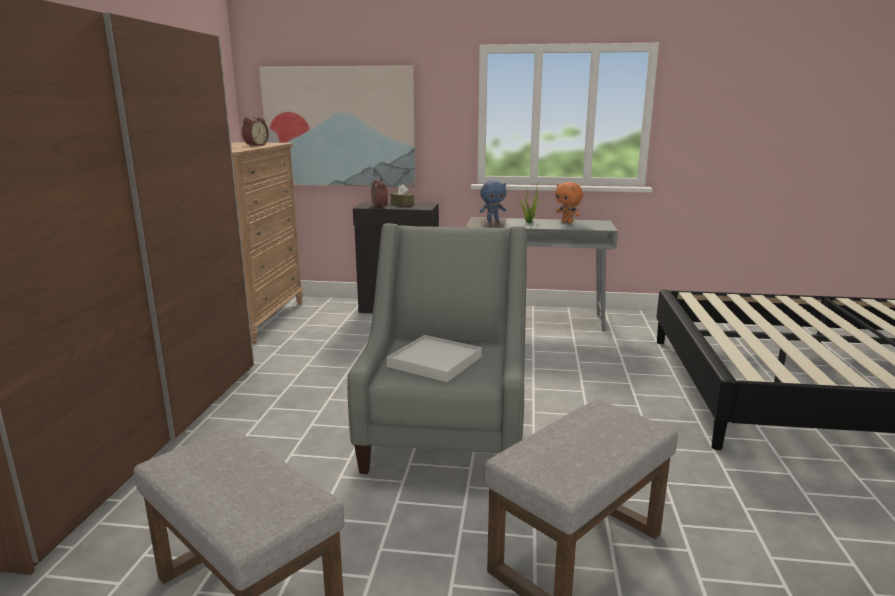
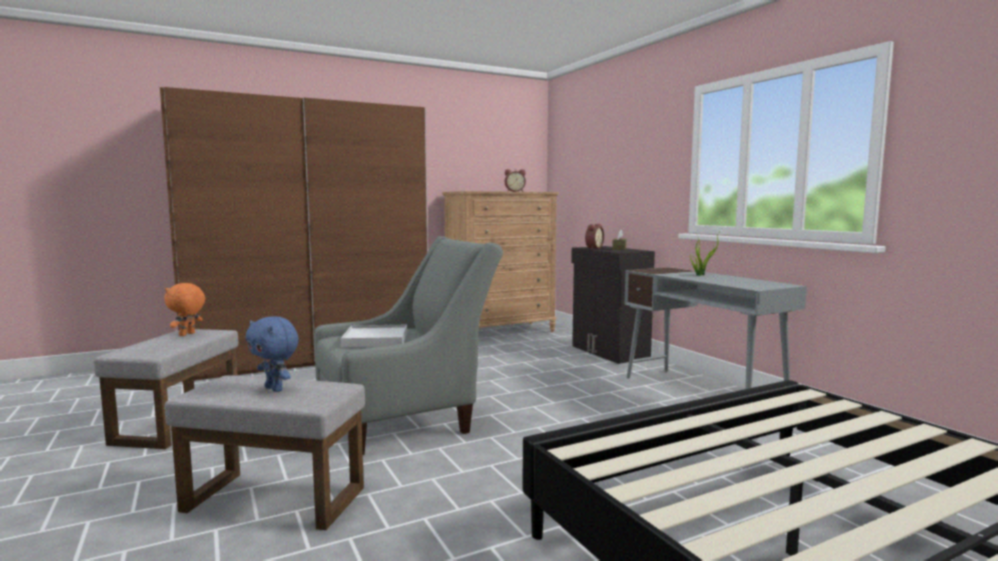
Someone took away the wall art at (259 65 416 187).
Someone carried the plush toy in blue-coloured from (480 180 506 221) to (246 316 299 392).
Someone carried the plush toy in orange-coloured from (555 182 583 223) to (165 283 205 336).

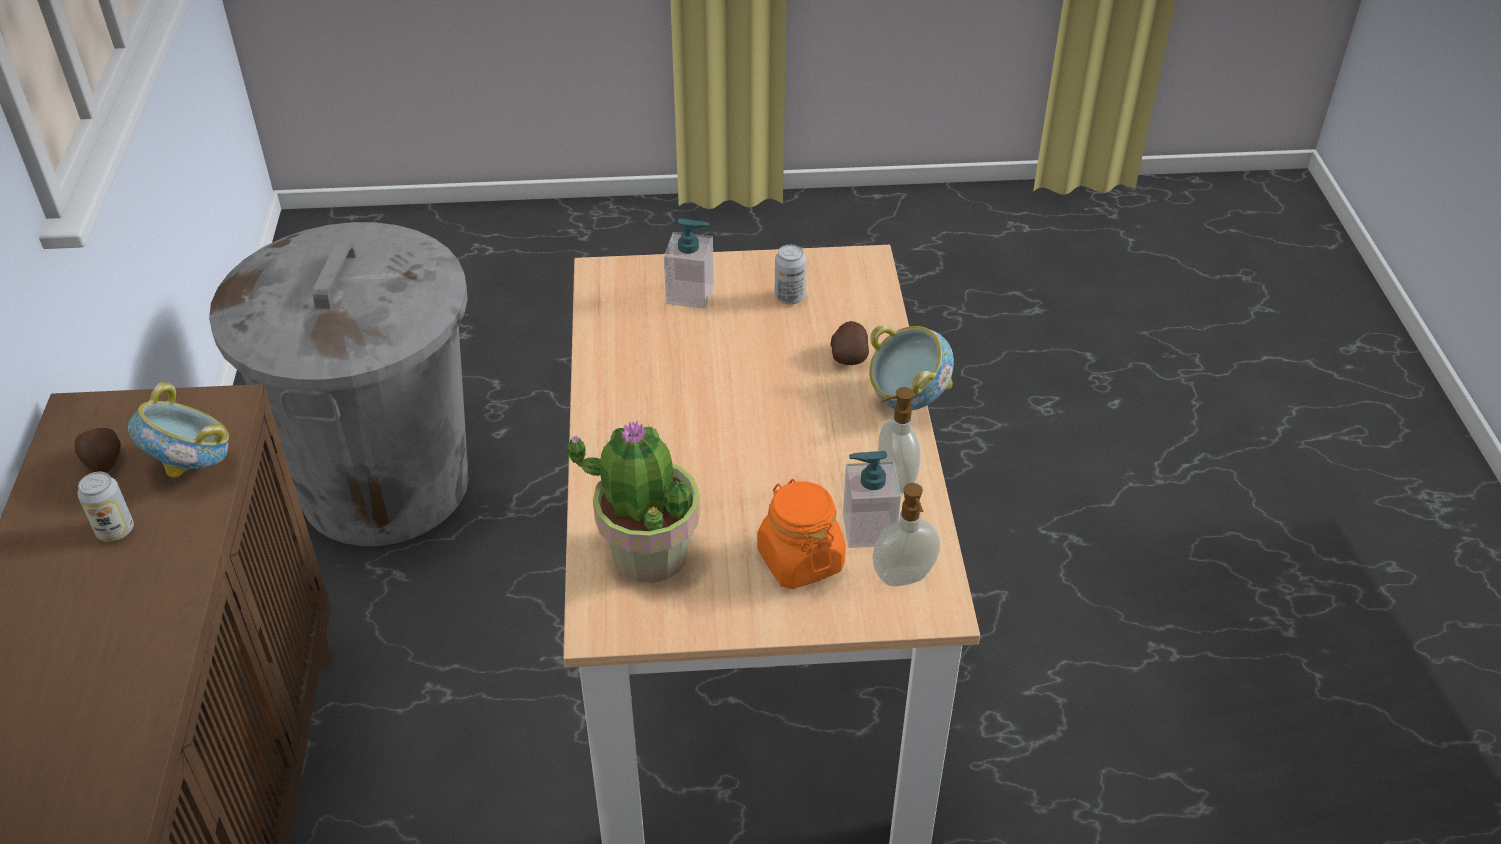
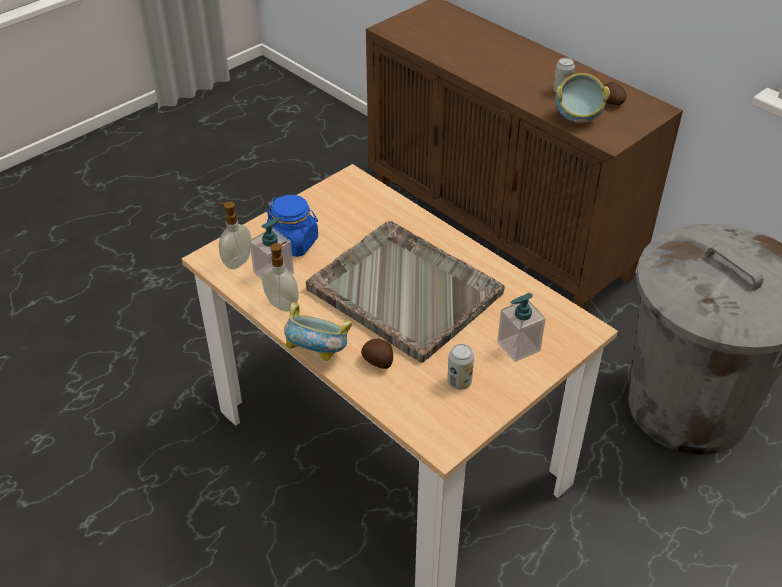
Someone took away the houseplant at (567 421 700 583).
Someone repainted the jar in orange-coloured at (757 479 846 589), which became the jar in blue-coloured at (266 195 318 257).
Someone put down the carrying tray in grey at (306 221 505 363).

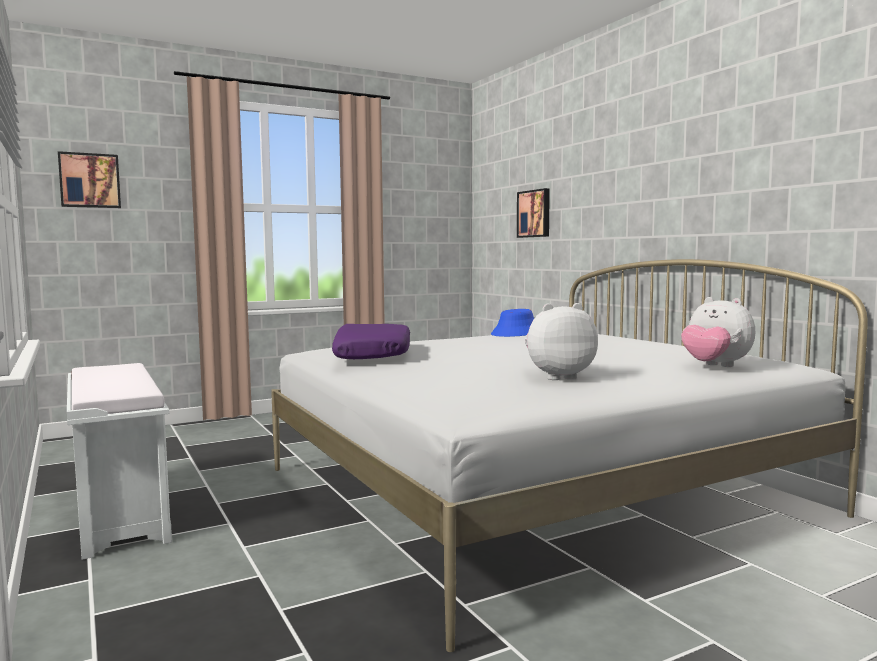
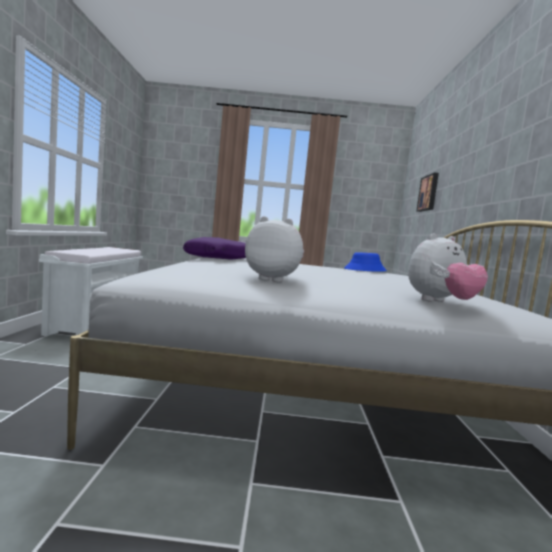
Someone took away the wall art at (58 151 121 208).
Someone rotated the plush toy at (681 297 755 367) by 105 degrees counterclockwise.

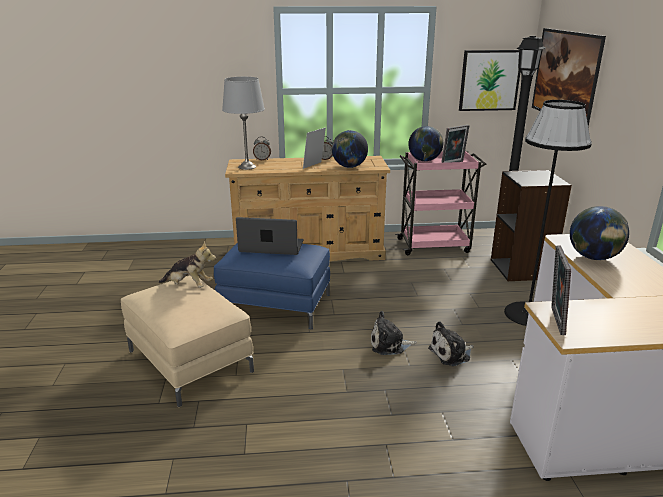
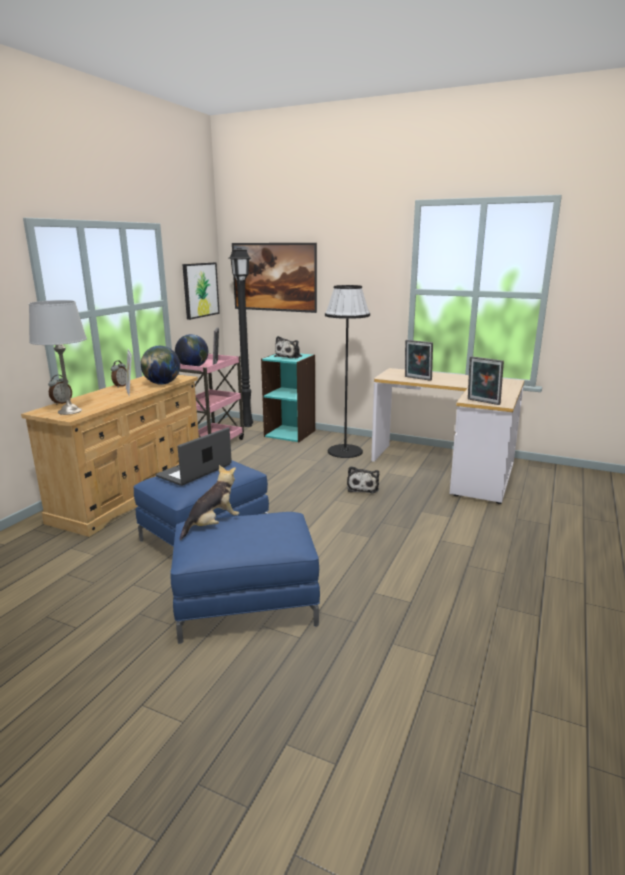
Someone repainted the bookshelf in blackish at (491 170 572 281), which became the bookshelf in turquoise at (261 353 315 442).
Someone swapped the desk globe at (570 206 629 260) for the standing frame at (405 340 433 381).
Someone repainted the ottoman in beige-coloured at (121 275 254 407), which became the ottoman in blue-coloured at (171 512 320 644).
Someone carried the plush toy from (371 311 417 355) to (274 336 302 358).

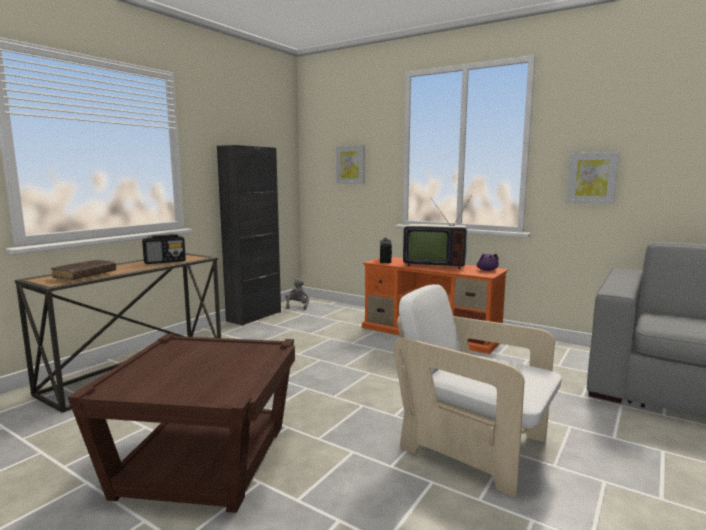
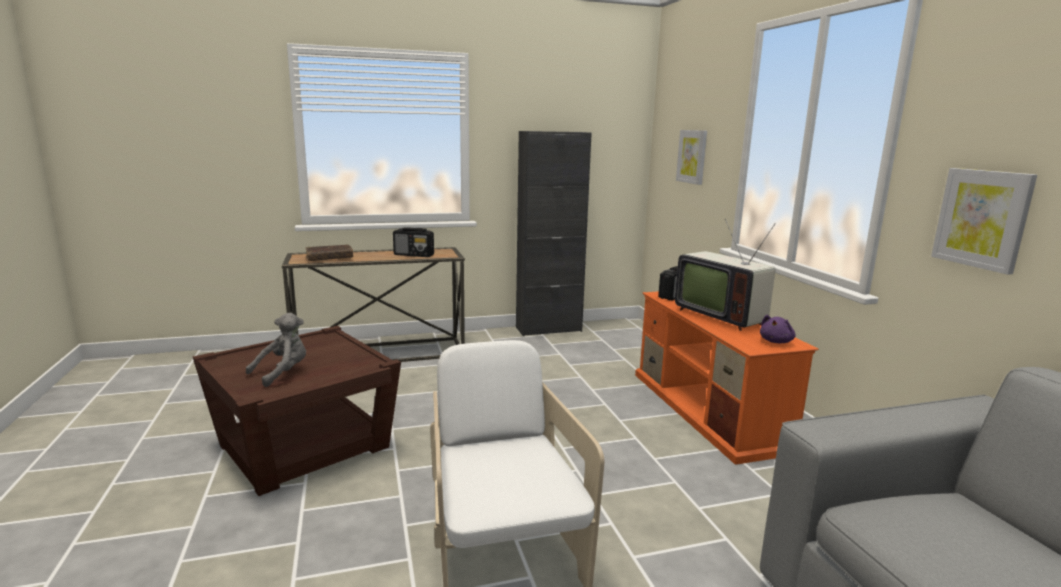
Someone carried the plush toy in grey from (285 278 309 310) to (246 313 306 387).

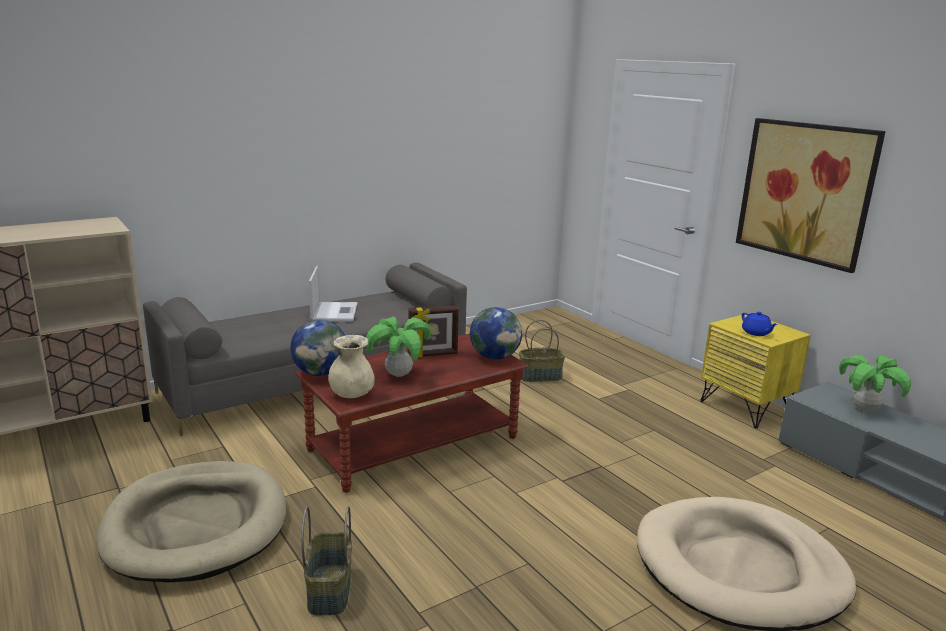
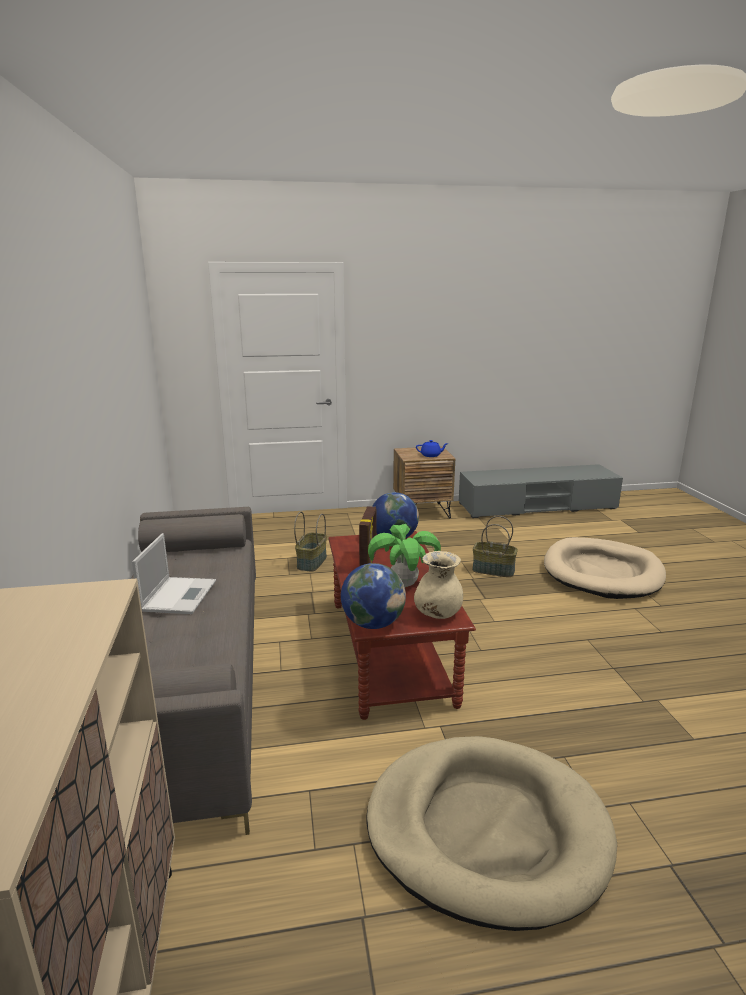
Someone took away the wall art at (736 118 886 273).
Someone rotated the notebook computer at (309 266 358 321) by 75 degrees clockwise.
Someone repainted the bedside table in yellow-coloured at (700 313 811 428), which became the bedside table in brown at (393 446 455 518).
Someone took away the houseplant at (839 355 911 412).
Someone carried the basket from (301 506 352 615) to (472 516 518 577).

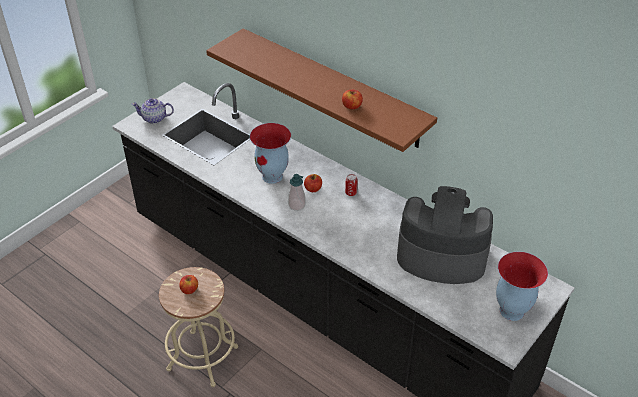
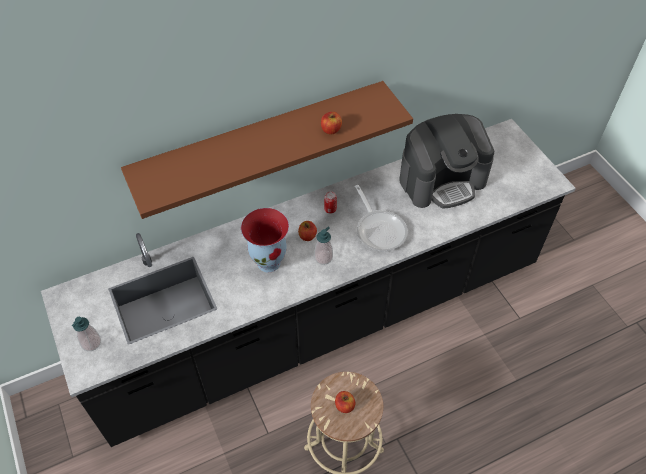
Someone swapped the teapot at (132 98 174 124) for the soap bottle at (72 317 101 351).
Someone rotated the coffee maker at (397 186 493 284) by 150 degrees counterclockwise.
Someone took away the vase at (496 252 548 321).
Someone put down the skillet at (355 185 408 251).

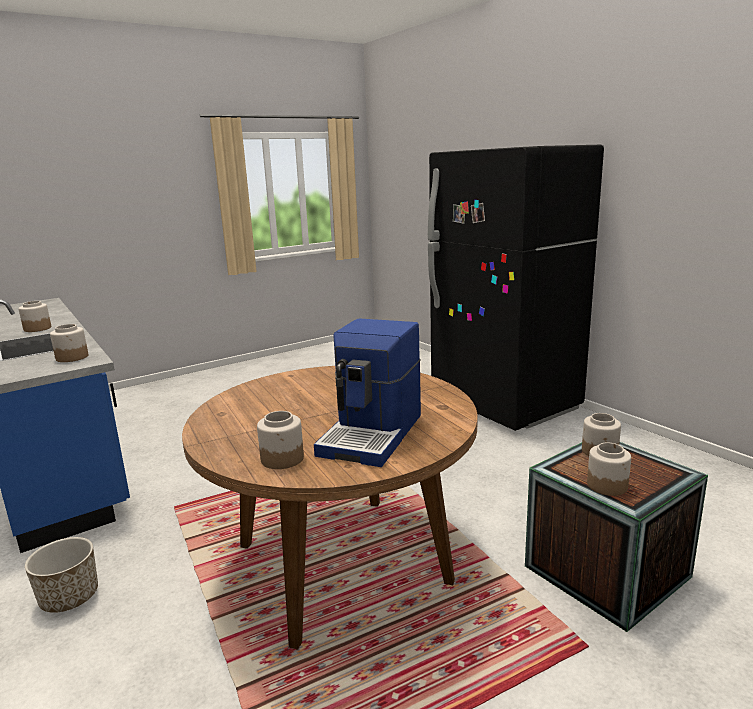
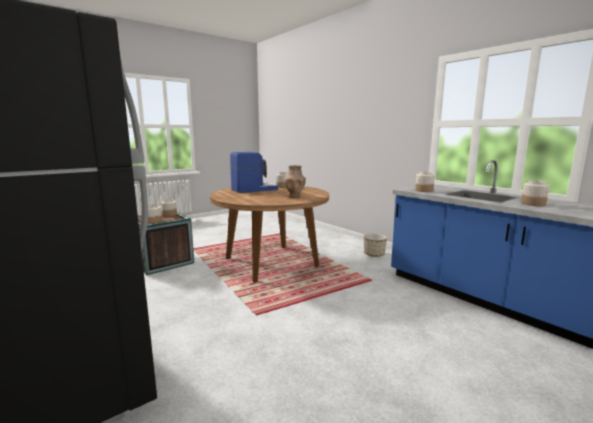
Someone rotated the coffee maker at (314 318 421 467) by 45 degrees clockwise.
Someone put down the vase in brown at (284 165 306 198).

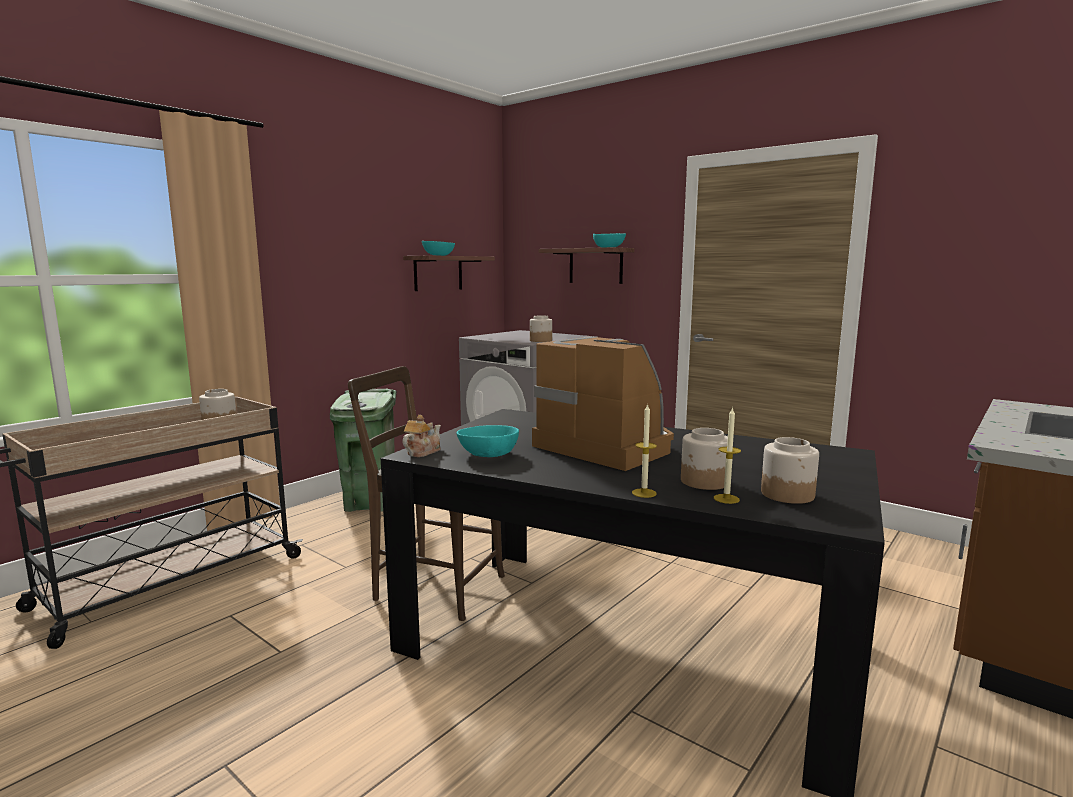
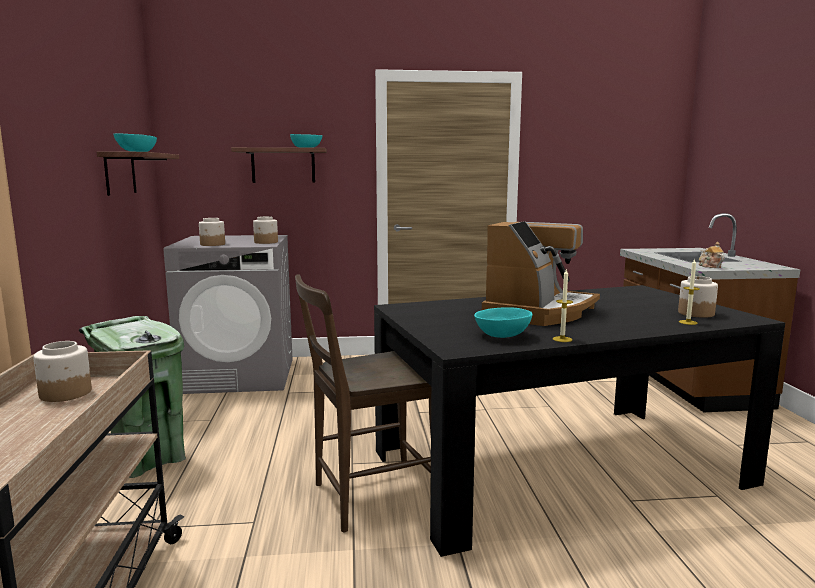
Someone rotated the coffee maker at (532 336 674 471) by 120 degrees clockwise.
Someone carried the candle from (632 403 657 498) to (553 268 573 342).
Someone carried the teapot from (402 415 441 457) to (699 242 725 268).
Someone carried the jar from (681 428 728 490) to (199 218 225 246).

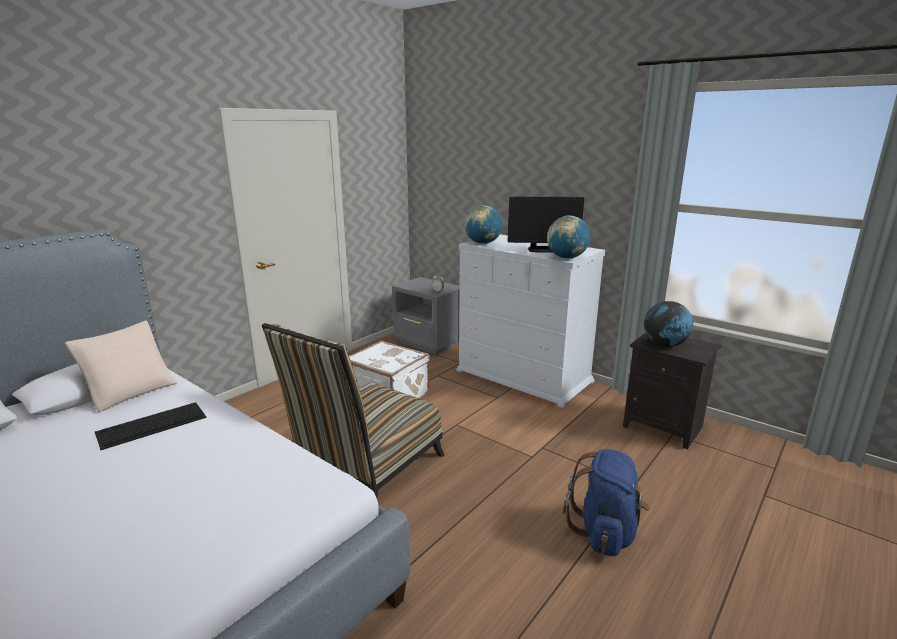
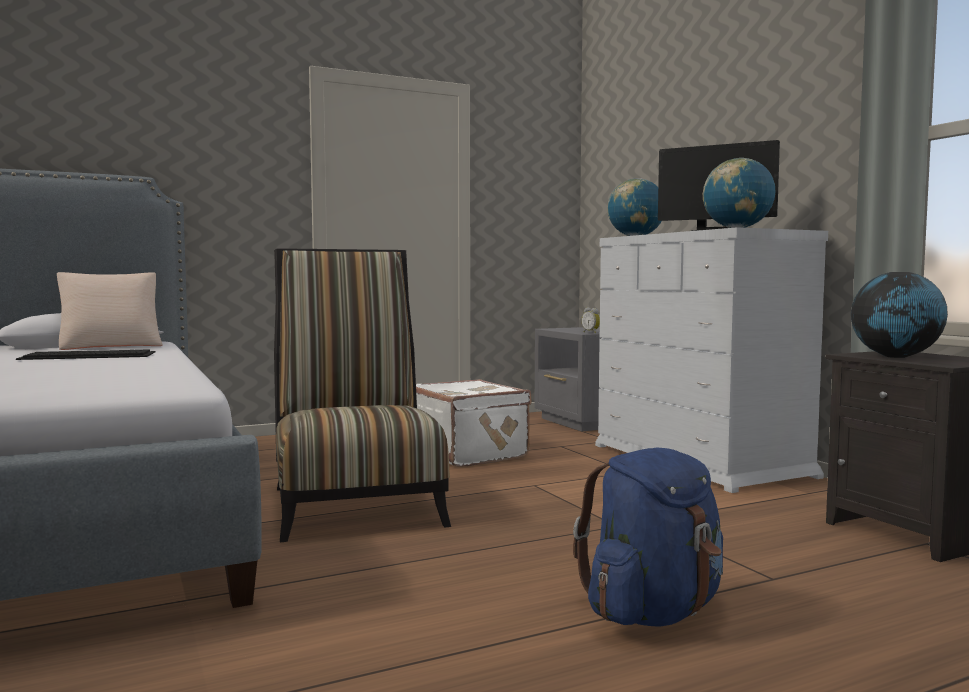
Someone rotated the plain chair at (262 323 444 498) by 105 degrees clockwise.

